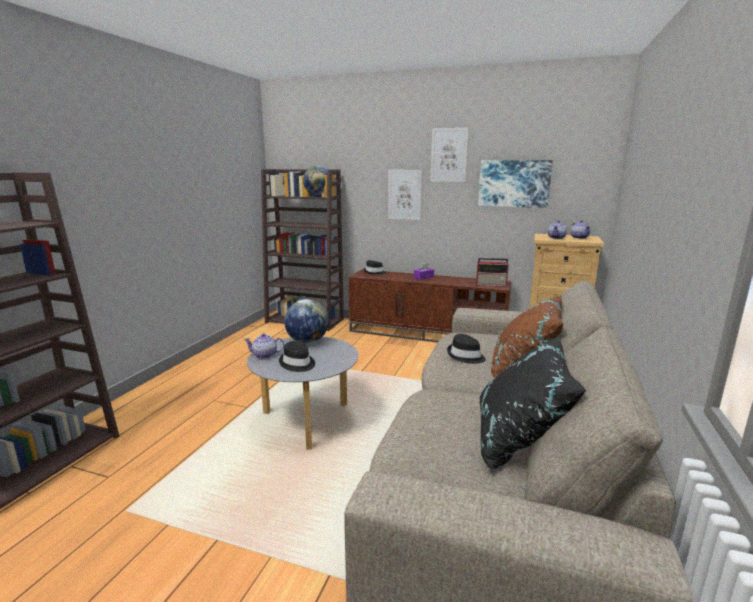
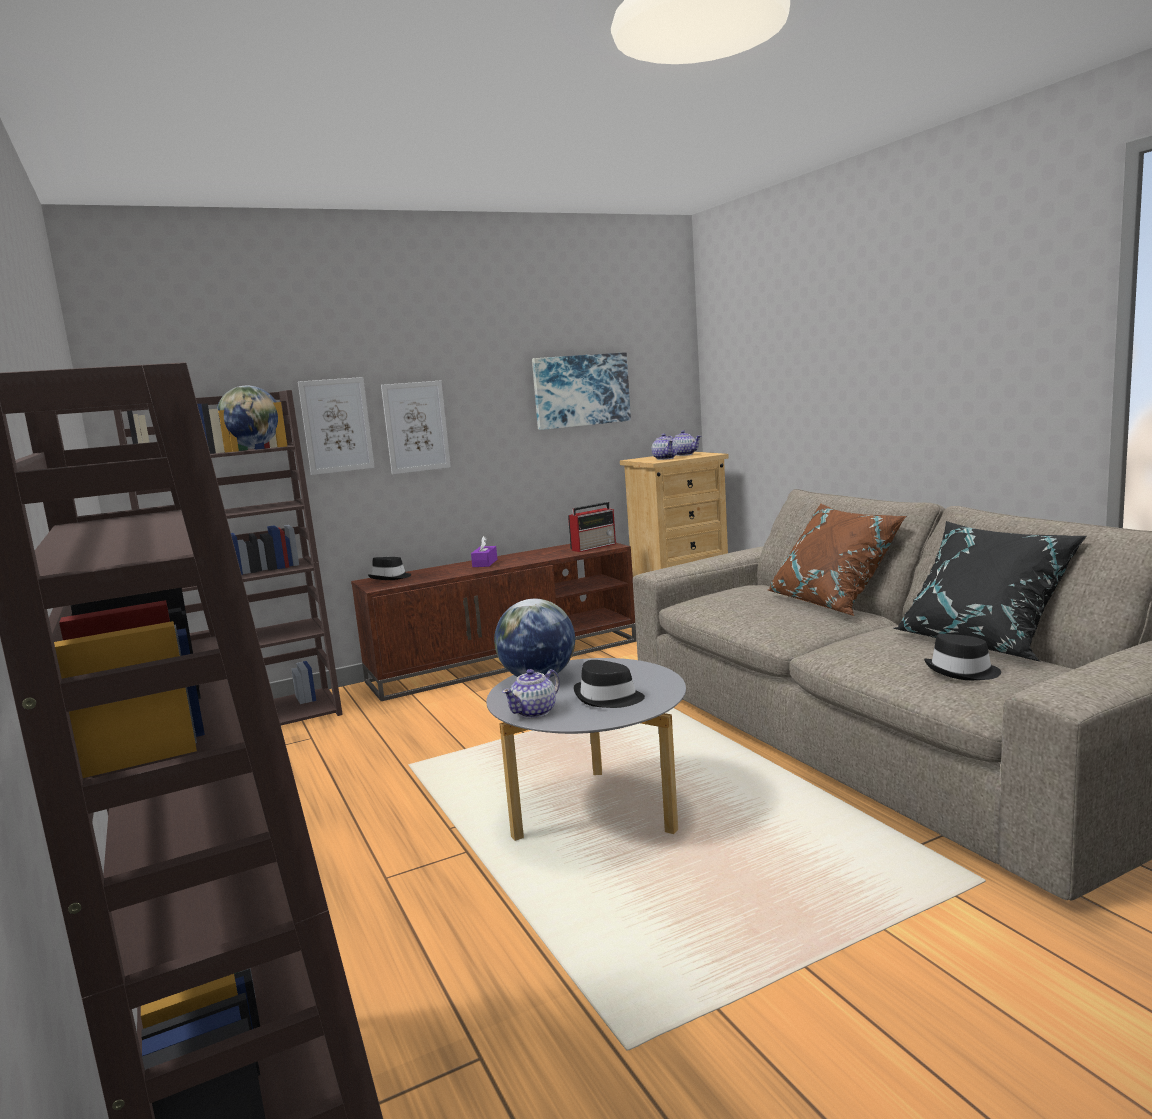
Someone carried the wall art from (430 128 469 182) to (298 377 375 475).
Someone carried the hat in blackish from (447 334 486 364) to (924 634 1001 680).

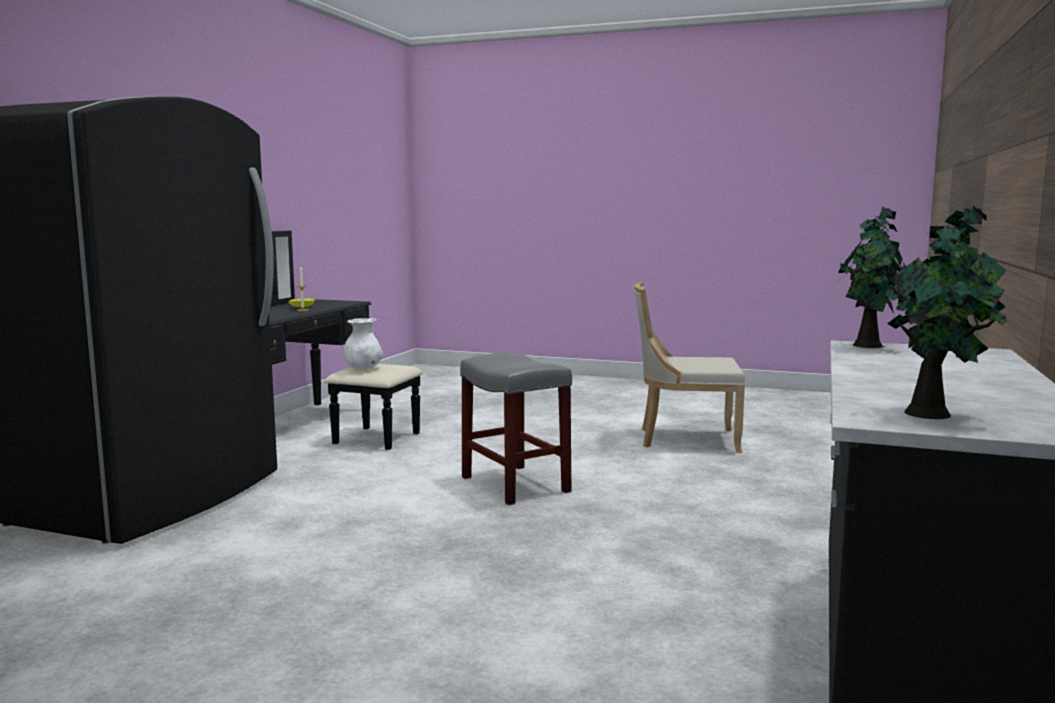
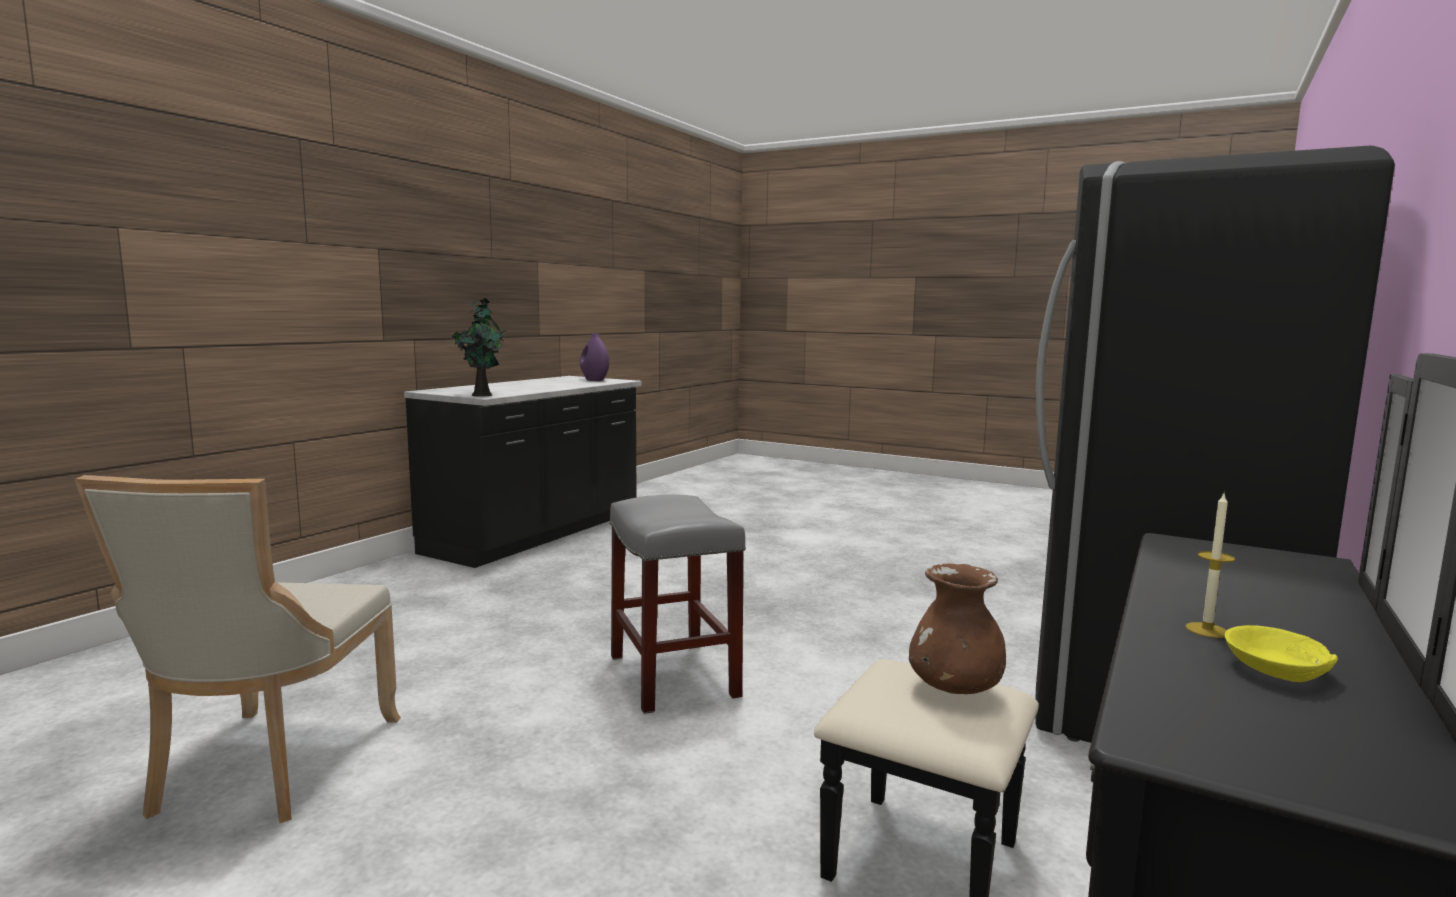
Someone swapped the houseplant at (870 206 1007 419) for the vase in purple-coloured at (580 333 609 381).
Someone rotated the plain chair in beige-coloured at (634 282 745 453) by 75 degrees clockwise.
Someone repainted the vase in white at (344 318 383 369), which became the vase in brown at (909 563 1006 694).

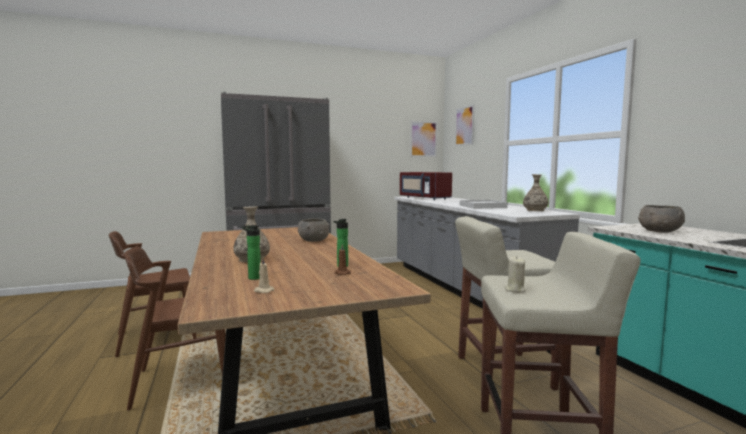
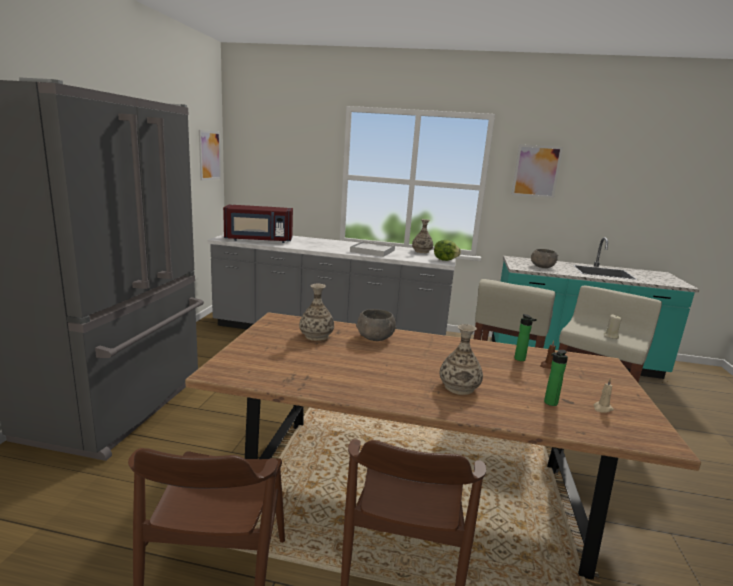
Someone carried the wall art from (455 105 474 146) to (511 144 563 198).
Someone put down the lettuce at (434 240 461 261).
Someone put down the vase at (299 284 334 341).

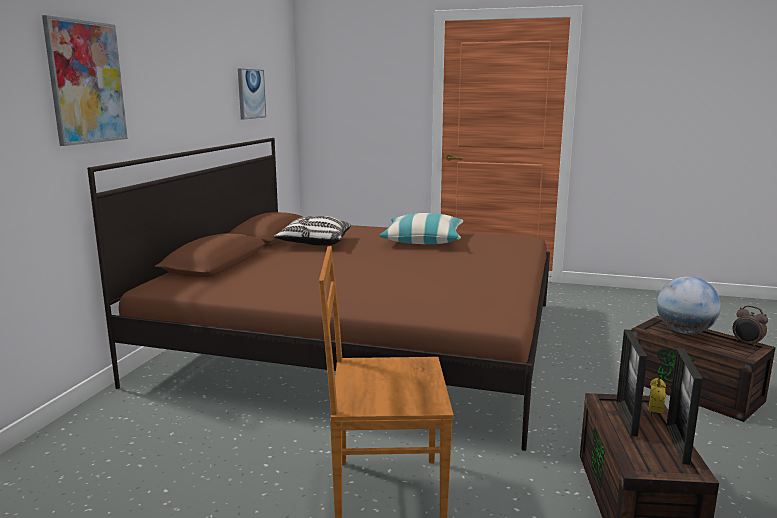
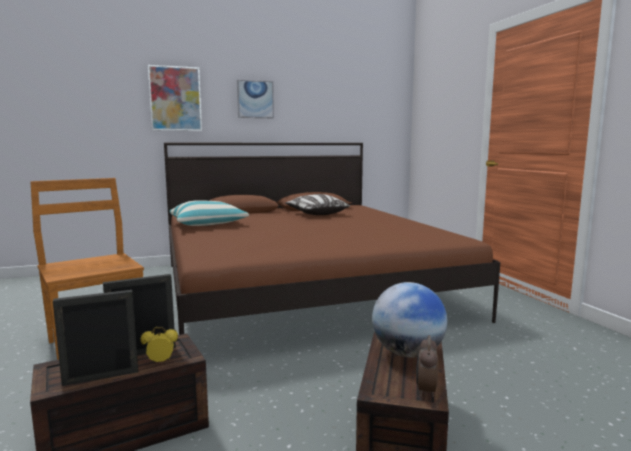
Someone carried the wall art from (238 68 266 120) to (237 80 274 118).
Someone carried the pillow from (380 213 463 244) to (170 200 249 226).

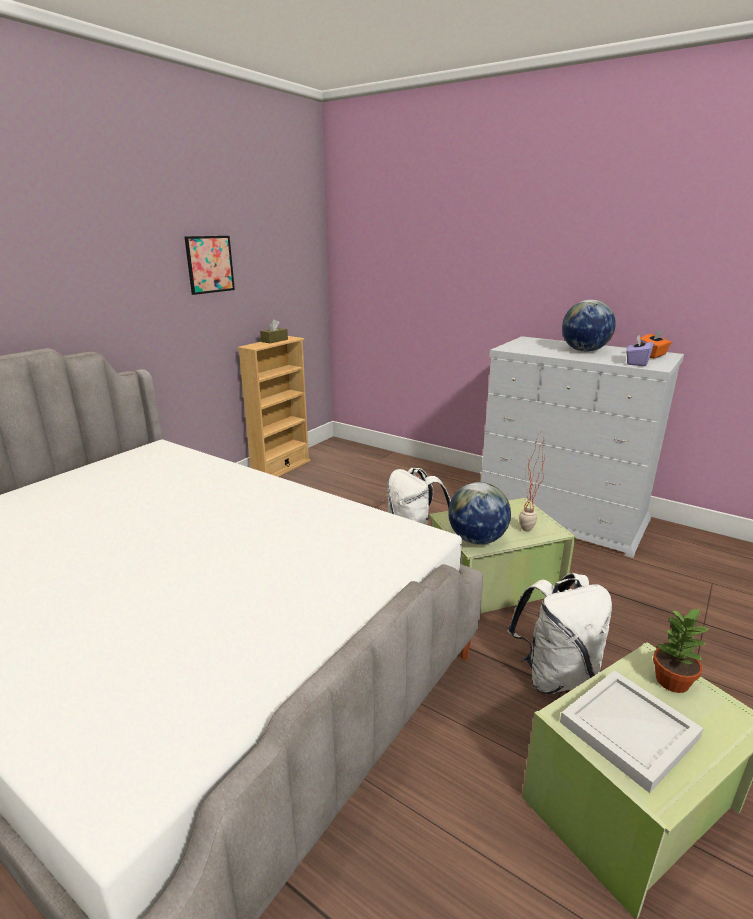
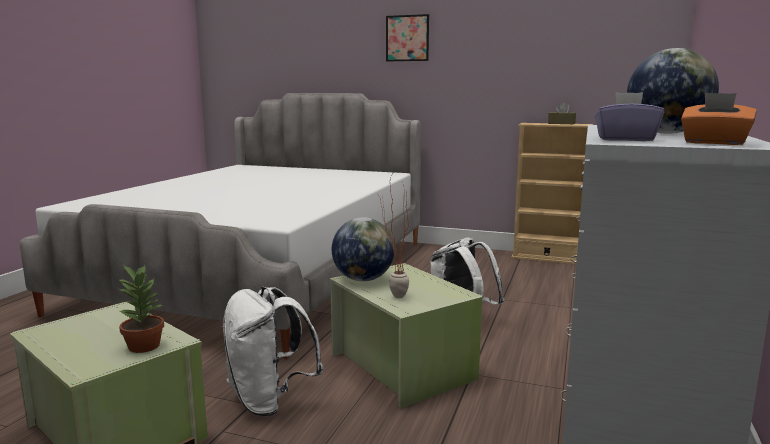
Someone carried the wall art from (184 236 235 295) to (386 14 429 61).
Someone took away the carrying tray in white at (560 670 704 793).

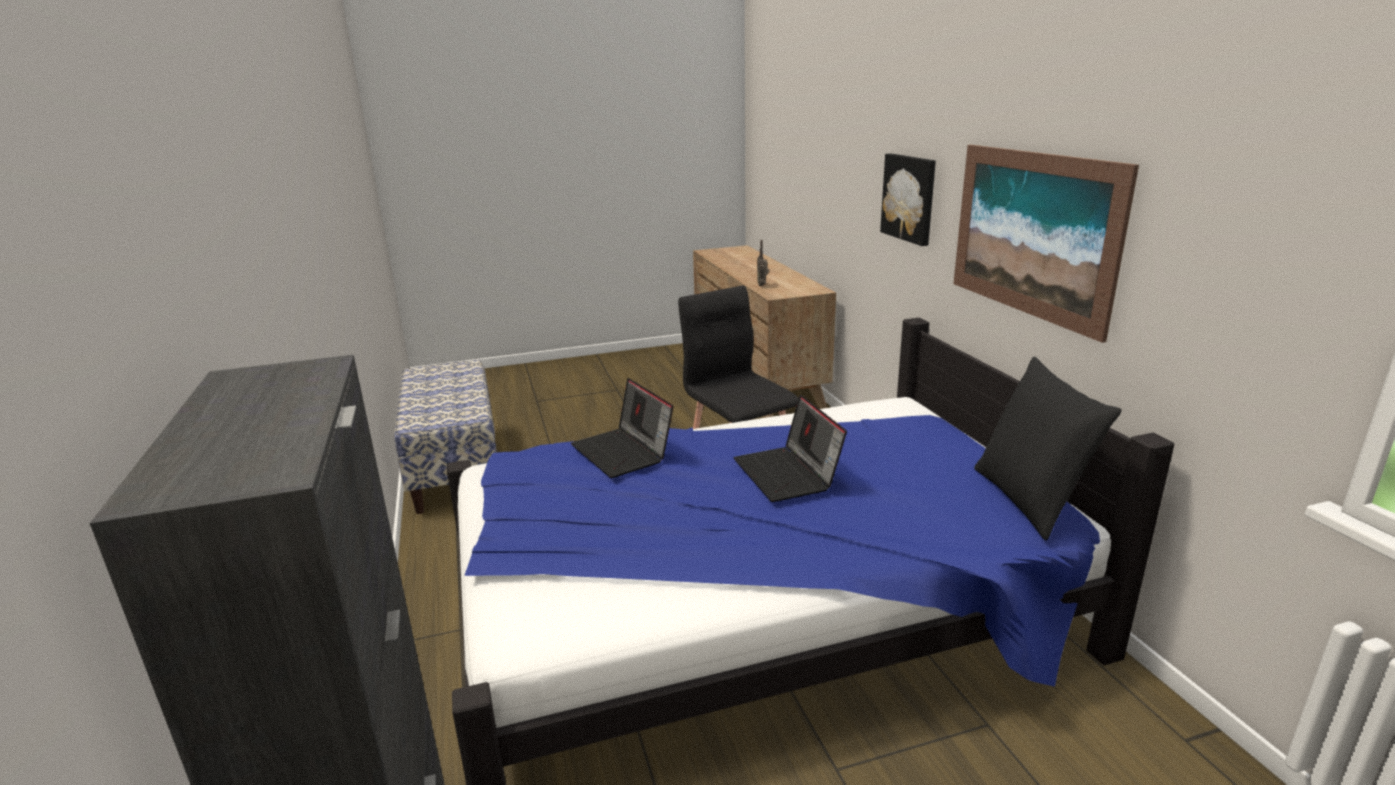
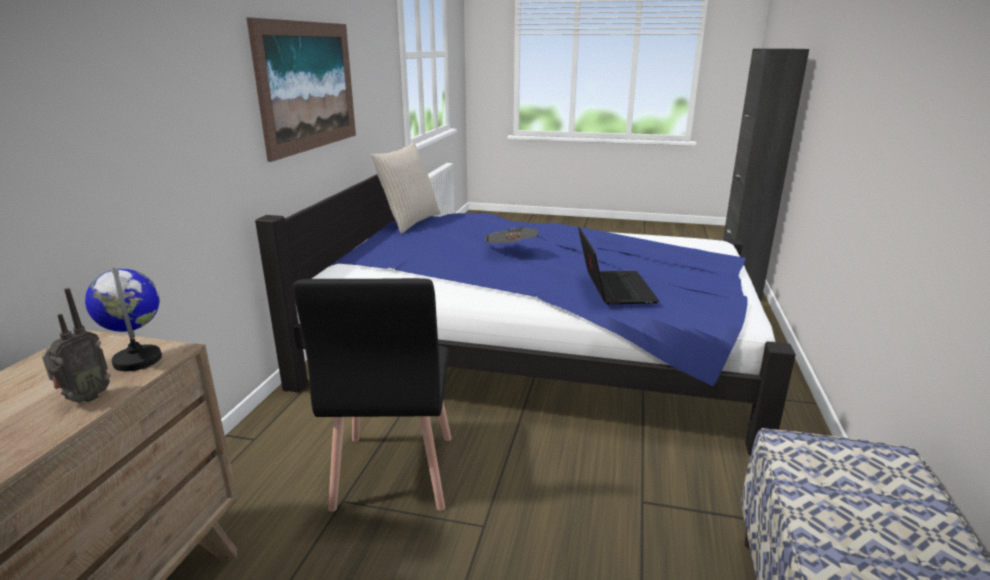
Someone took away the wall art at (880 153 936 246).
Someone repainted the pillow in blackish at (974 357 1122 541), which became the pillow in beige-coloured at (371 142 441 234).
Someone swapped the notebook computer at (734 395 847 502) for the newspaper at (485 227 539 243).
Someone put down the desk globe at (85 268 162 371).

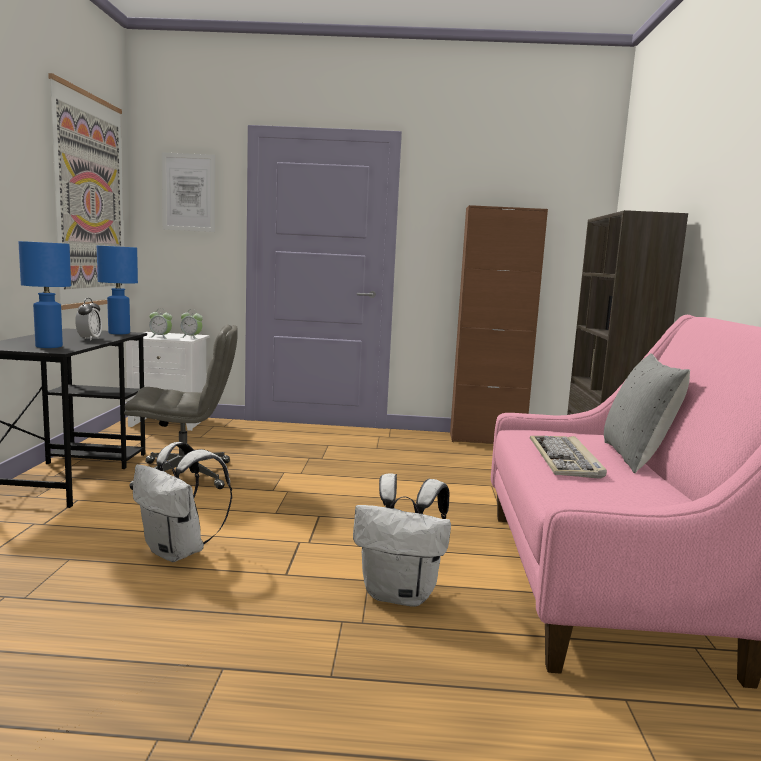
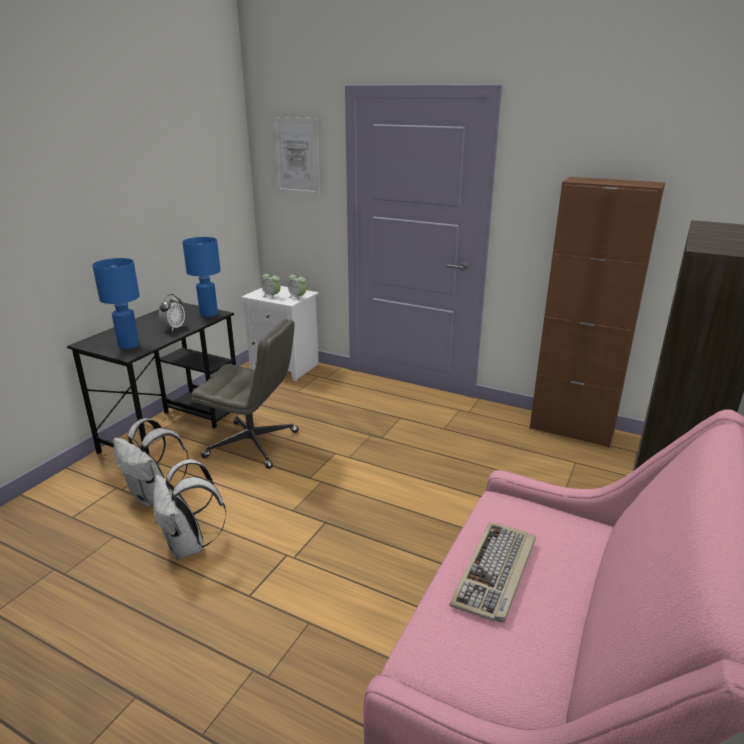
Someone took away the wall art at (48 73 125 310).
Someone took away the pillow in grey at (604 353 690 473).
Someone carried the knapsack in white from (353 473 451 607) to (113 418 188 507).

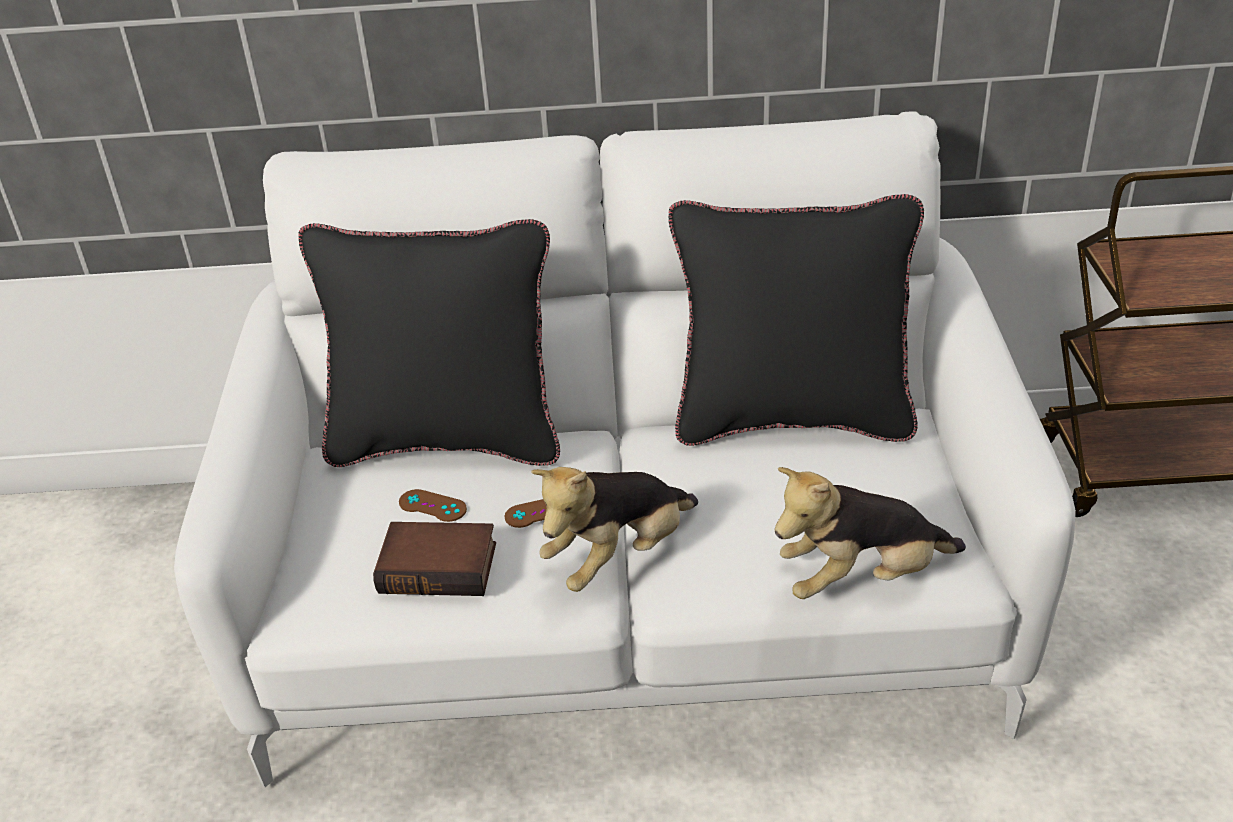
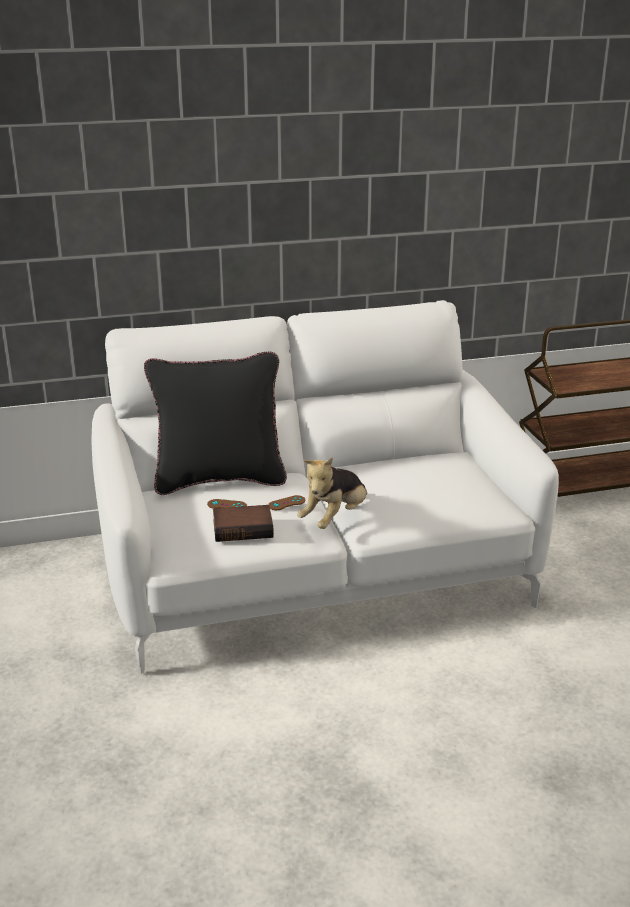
Someone took away the pillow in blackish at (668 194 924 446).
Someone took away the plush toy at (775 467 966 599).

